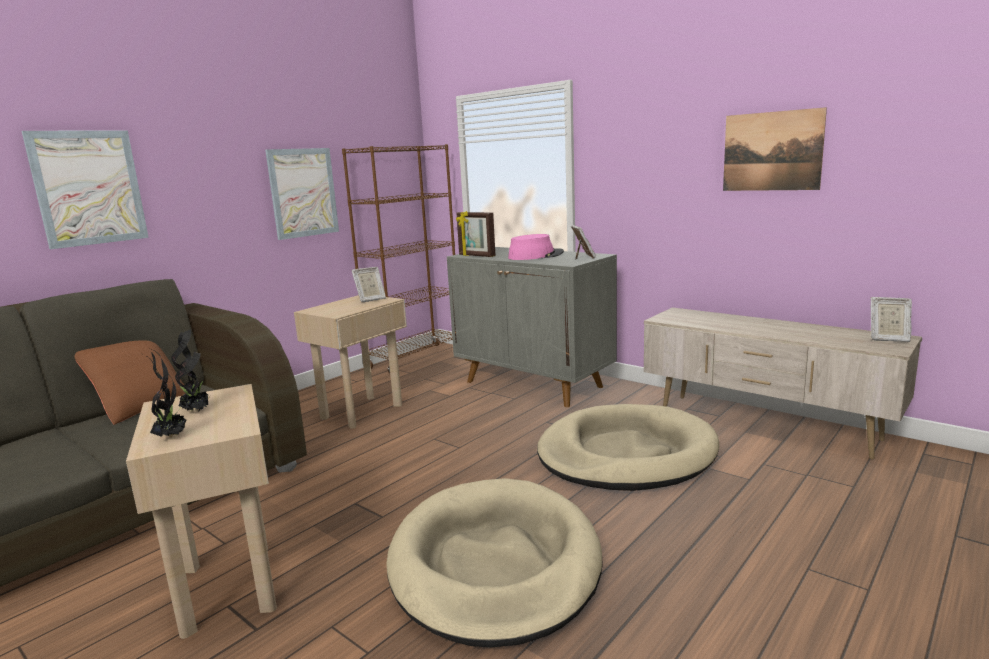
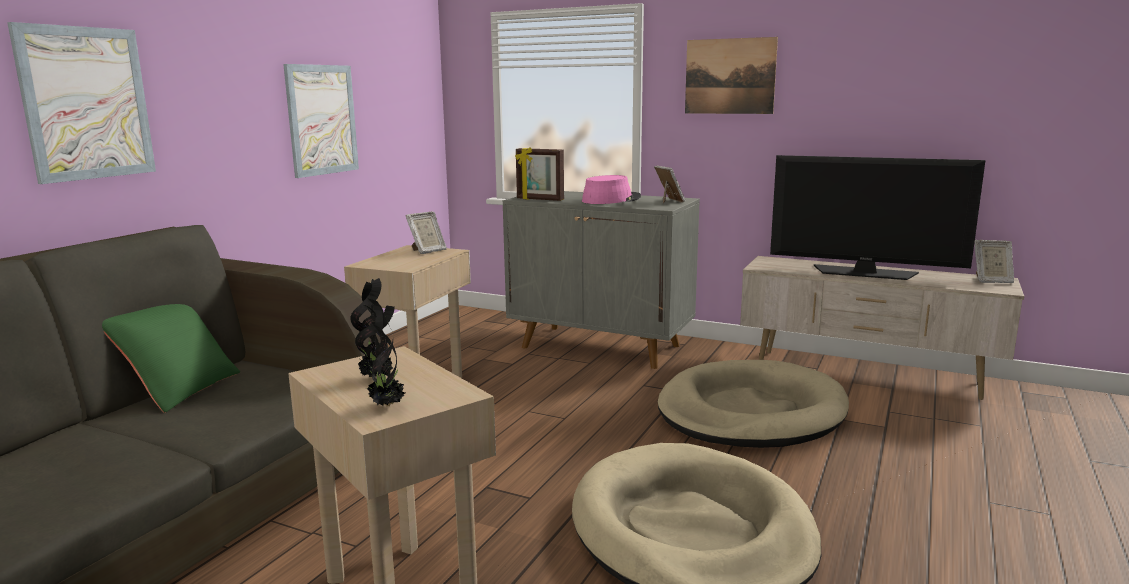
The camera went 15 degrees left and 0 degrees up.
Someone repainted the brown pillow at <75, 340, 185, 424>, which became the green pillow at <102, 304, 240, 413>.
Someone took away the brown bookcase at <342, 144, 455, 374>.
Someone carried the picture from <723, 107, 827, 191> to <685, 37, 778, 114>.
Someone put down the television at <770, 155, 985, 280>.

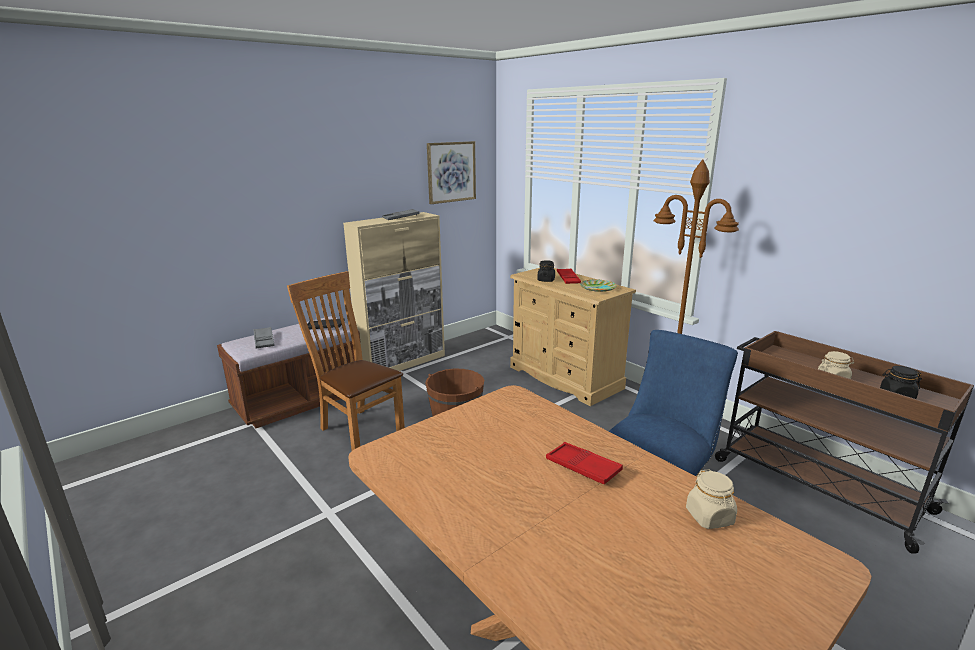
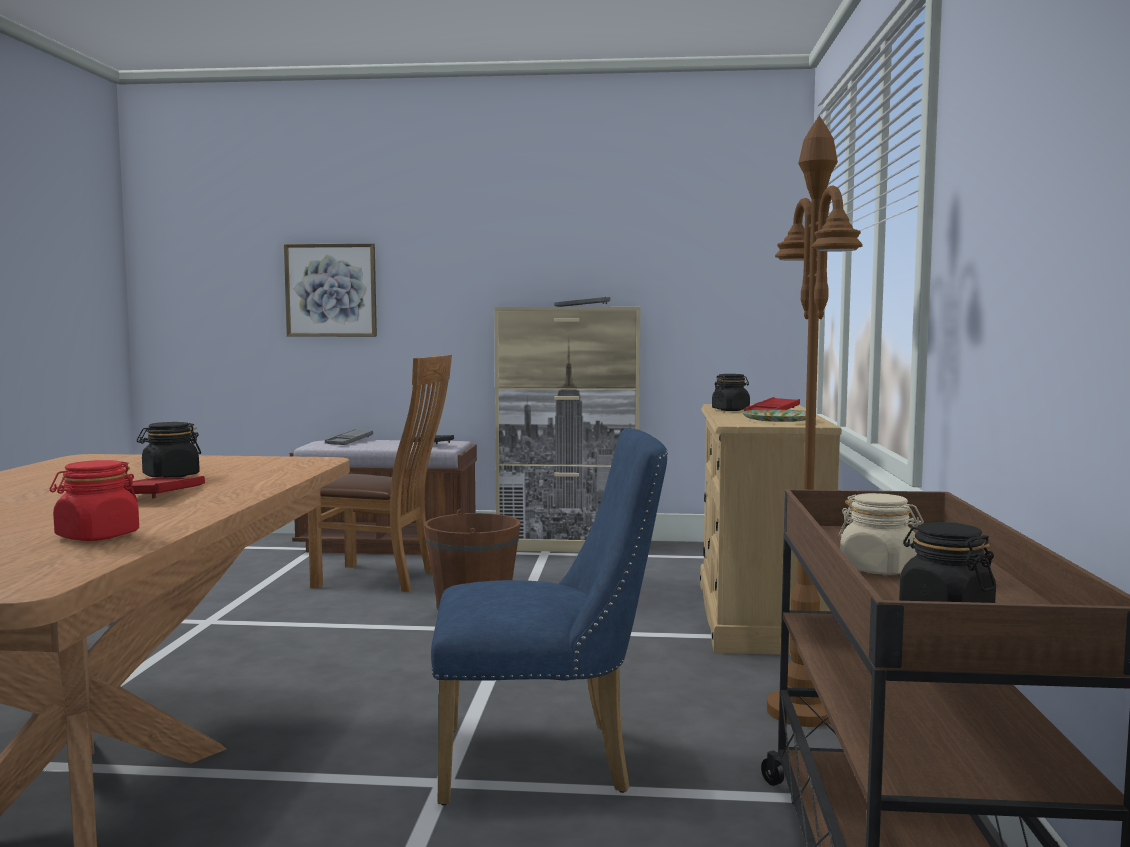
The camera went 45 degrees right and 15 degrees down.
Someone rotated the brown chair at <287, 271, 405, 450> by 105 degrees clockwise.
Someone carried the picture from <427, 141, 476, 204> to <284, 243, 377, 337>.
Someone repainted the beige jar at <686, 469, 737, 529>, which became the red jar at <50, 460, 139, 541>.
Someone put down the black jar at <137, 422, 201, 478>.

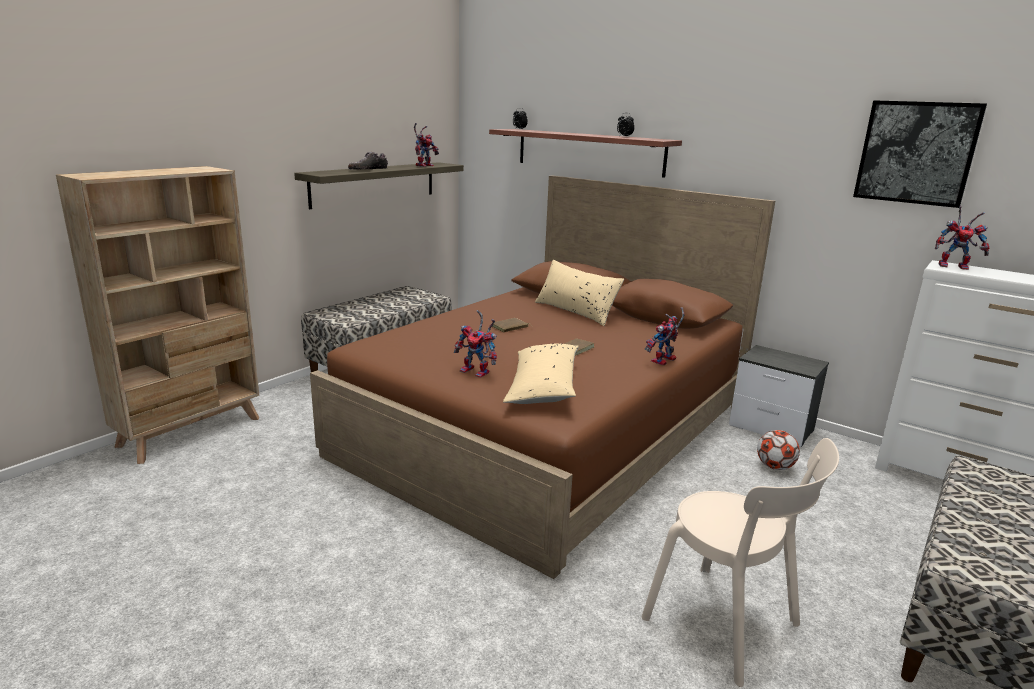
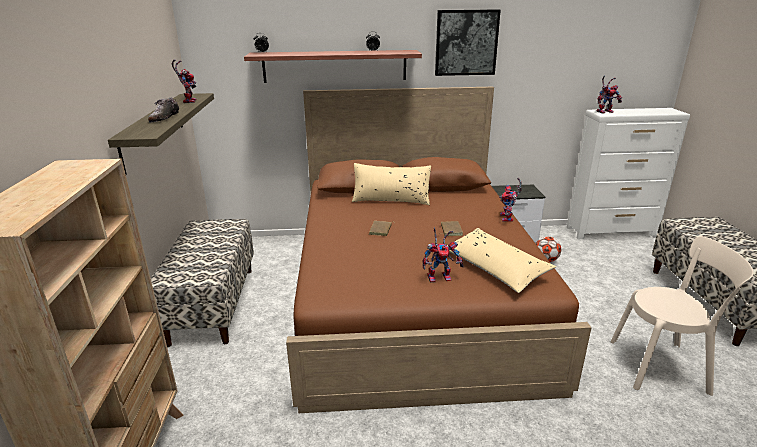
The camera went 40 degrees left and 5 degrees up.
Someone carried the picture from <853, 100, 987, 208> to <435, 9, 501, 76>.

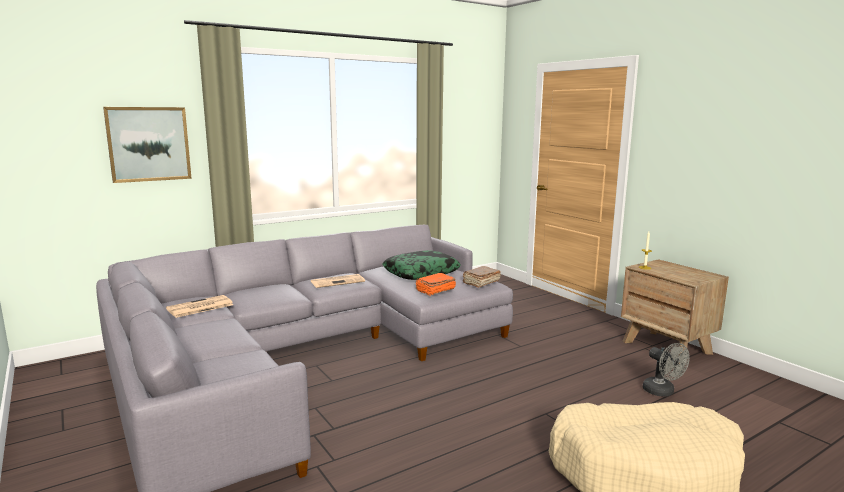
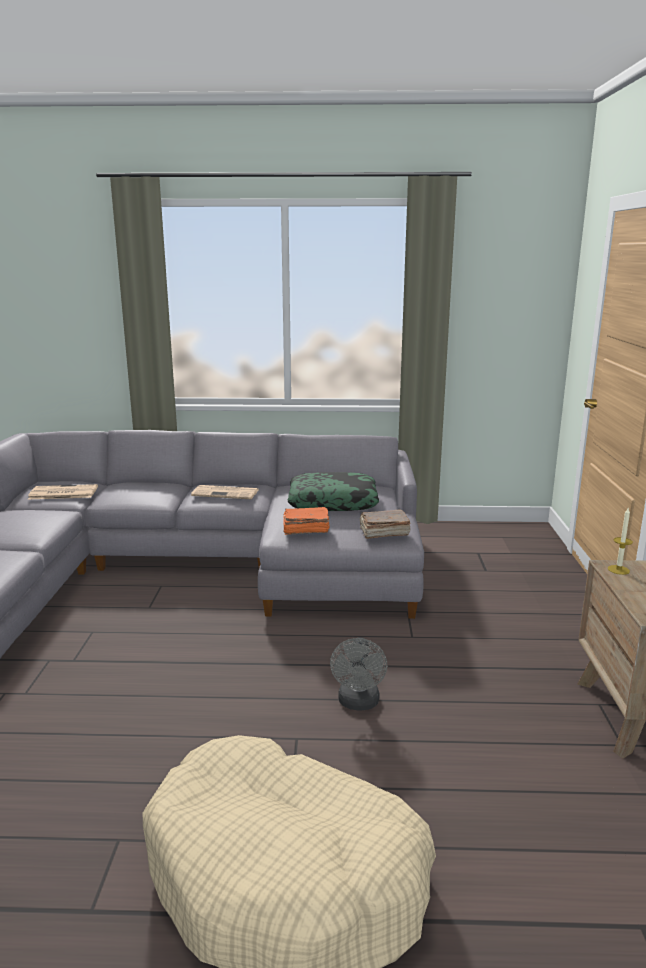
The camera went 35 degrees right and 5 degrees up.
Someone took away the picture at <103, 107, 192, 183>.
Someone carried the grey fan from <643, 343, 690, 397> to <330, 637, 387, 710>.

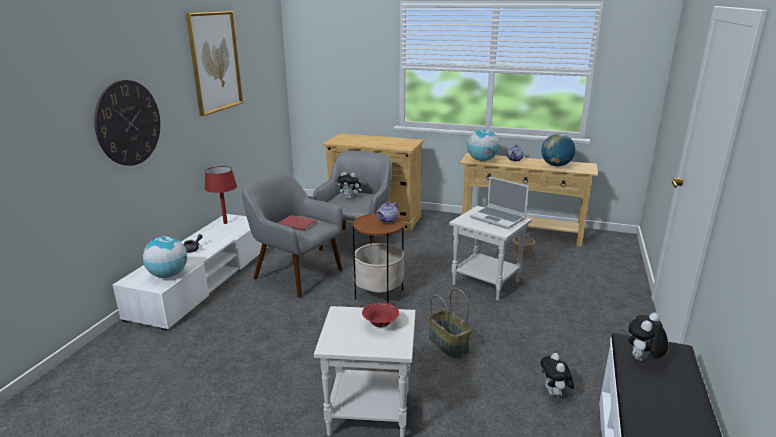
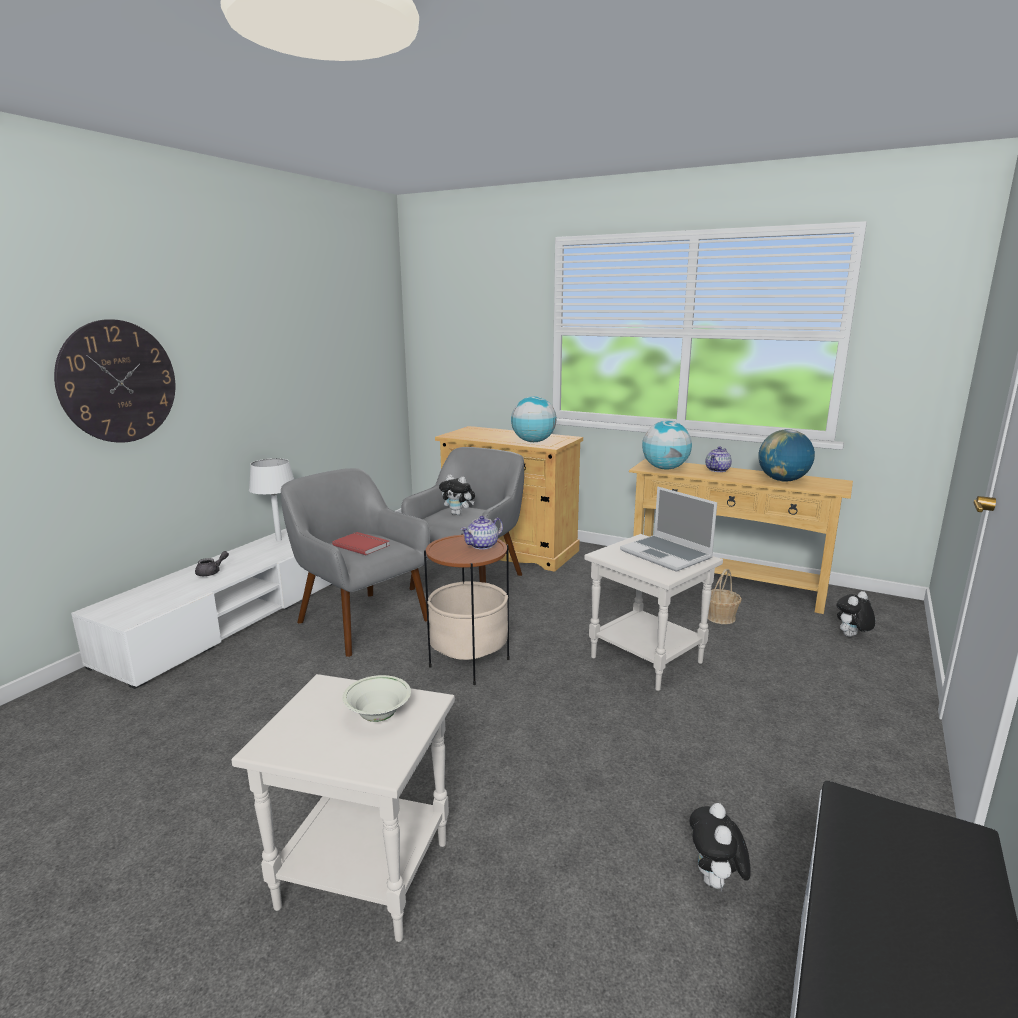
The camera went 10 degrees right and 5 degrees down.
Someone carried the globe from <143, 236, 187, 278> to <511, 396, 557, 442>.
Someone took away the picture at <186, 11, 243, 116>.
Someone repainted the red table lamp at <204, 166, 237, 224>, which became the white table lamp at <249, 458, 294, 541>.
Someone repainted the red bowl at <362, 302, 399, 327>, which became the white bowl at <342, 675, 411, 722>.
Someone took away the basket at <429, 288, 471, 358>.
Someone carried the plush toy from <628, 313, 668, 361> to <836, 591, 876, 637>.

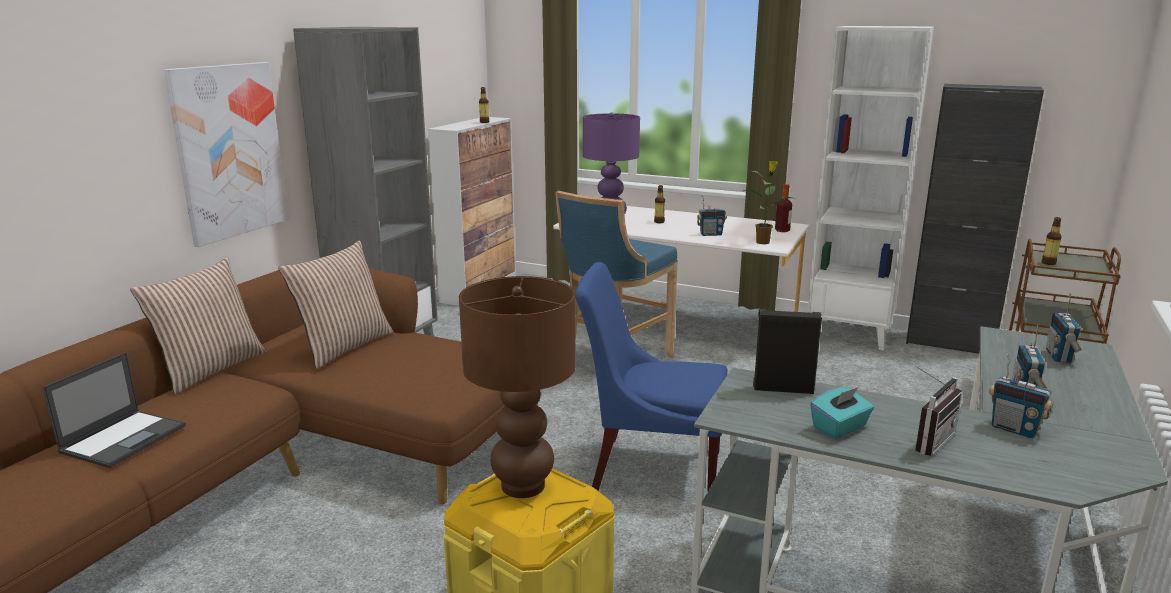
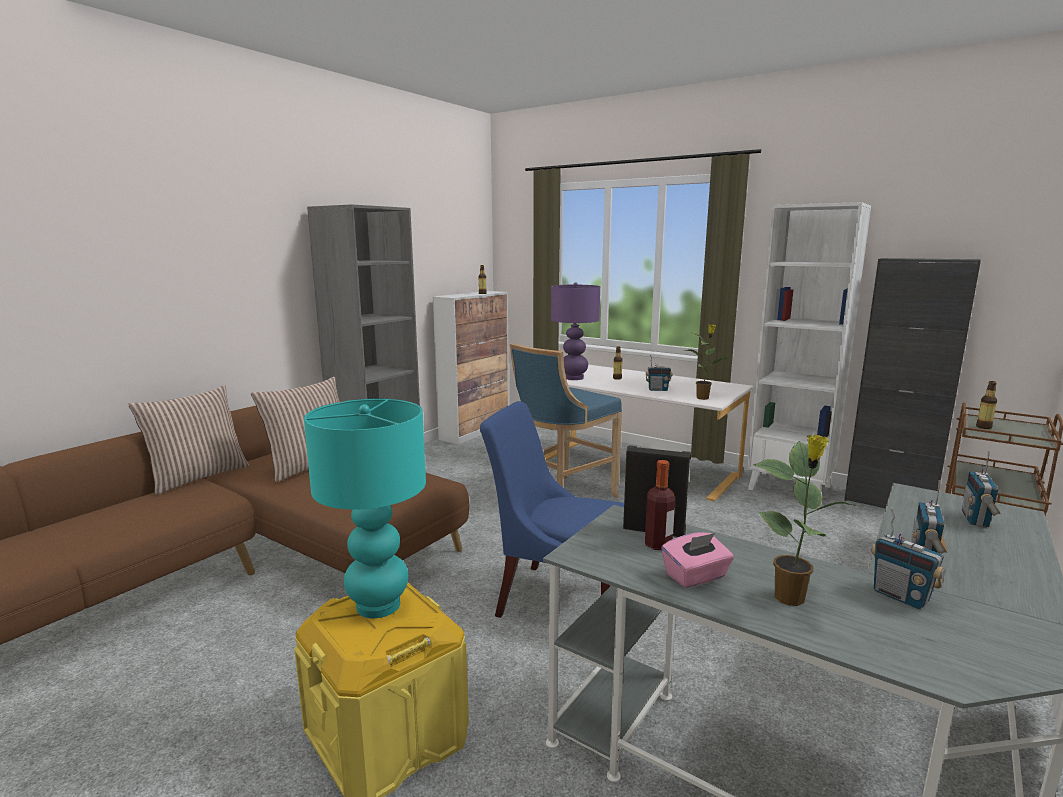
The camera went 10 degrees right and 5 degrees down.
Someone took away the laptop at <43, 352, 186, 468>.
Someone took away the picture at <164, 62, 289, 247>.
Someone repainted the brown table lamp at <459, 276, 576, 498>, which became the turquoise table lamp at <304, 399, 426, 618>.
Someone carried the bottle from <775, 184, 792, 232> to <645, 460, 675, 550>.
Someone repainted the turquoise tissue box at <810, 387, 874, 439>, which became the pink tissue box at <661, 532, 734, 588>.
Someone swapped the radio at <915, 367, 962, 456> for the potted plant at <753, 434, 858, 606>.

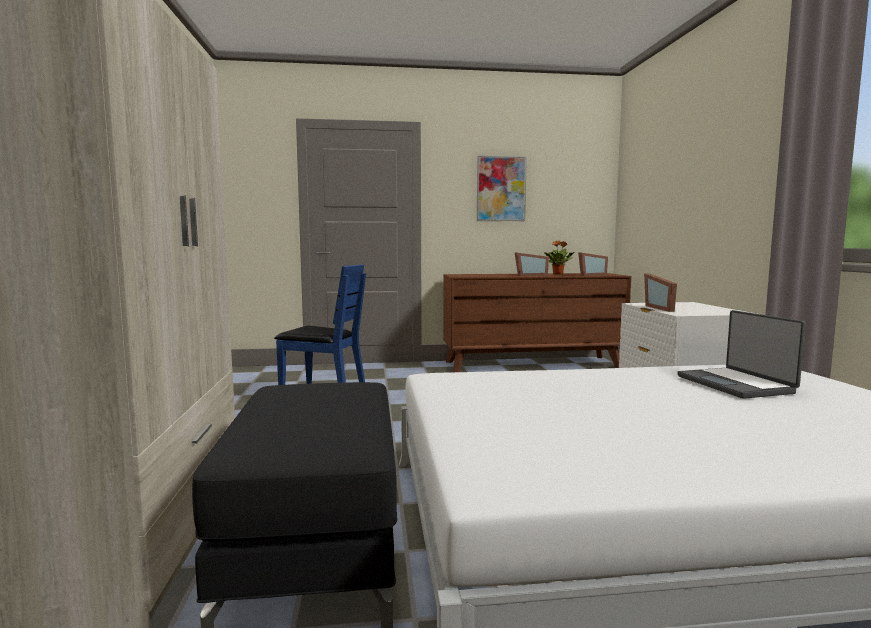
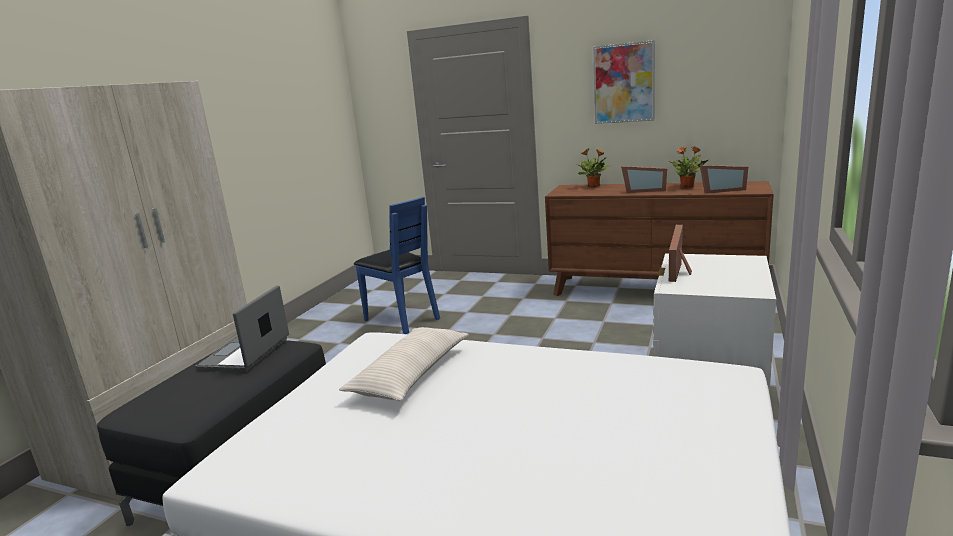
The camera went 30 degrees right and 10 degrees up.
Someone carried the laptop from <677, 310, 806, 399> to <195, 285, 289, 372>.
Someone put down the beige pillow at <339, 327, 469, 401>.
Someone put down the potted plant at <577, 148, 610, 187>.

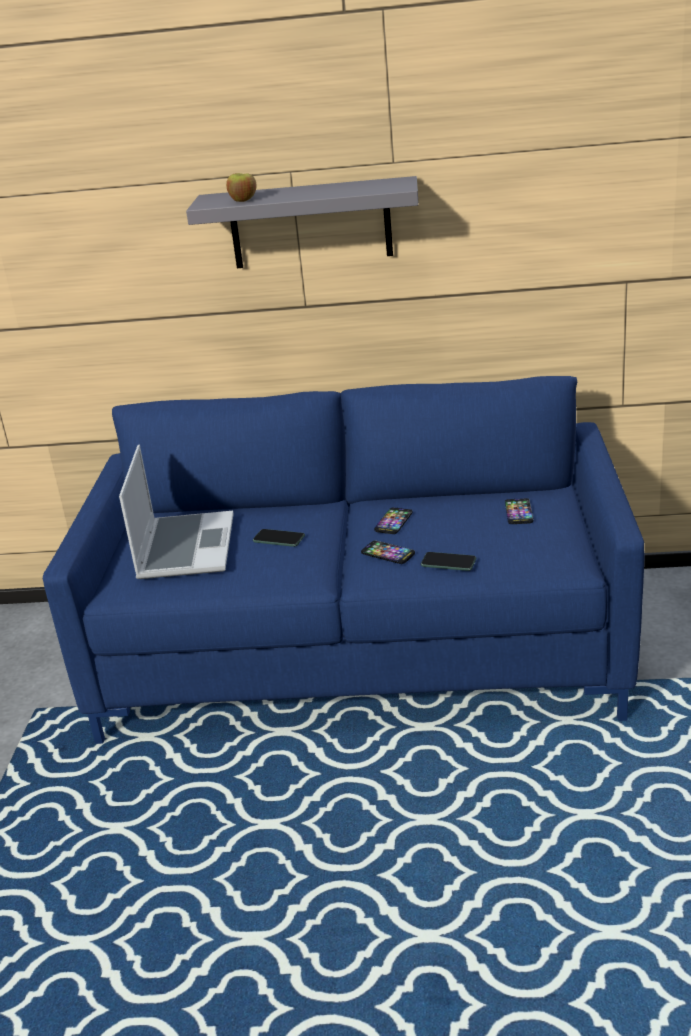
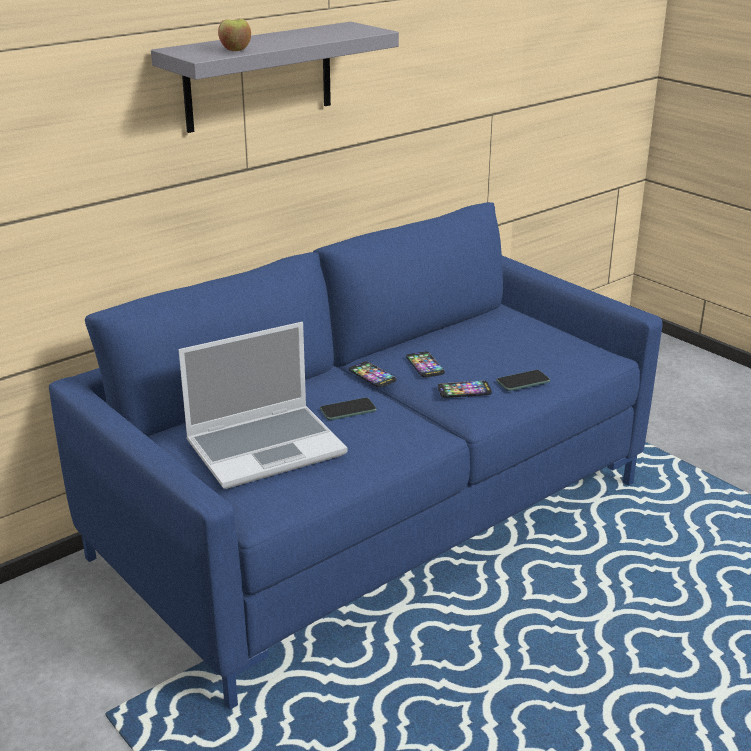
The camera went 45 degrees left and 0 degrees up.
Someone rotated the laptop at <119, 445, 234, 579> by 105 degrees clockwise.
Someone carried the phone from <505, 498, 533, 524> to <349, 361, 396, 388>.

